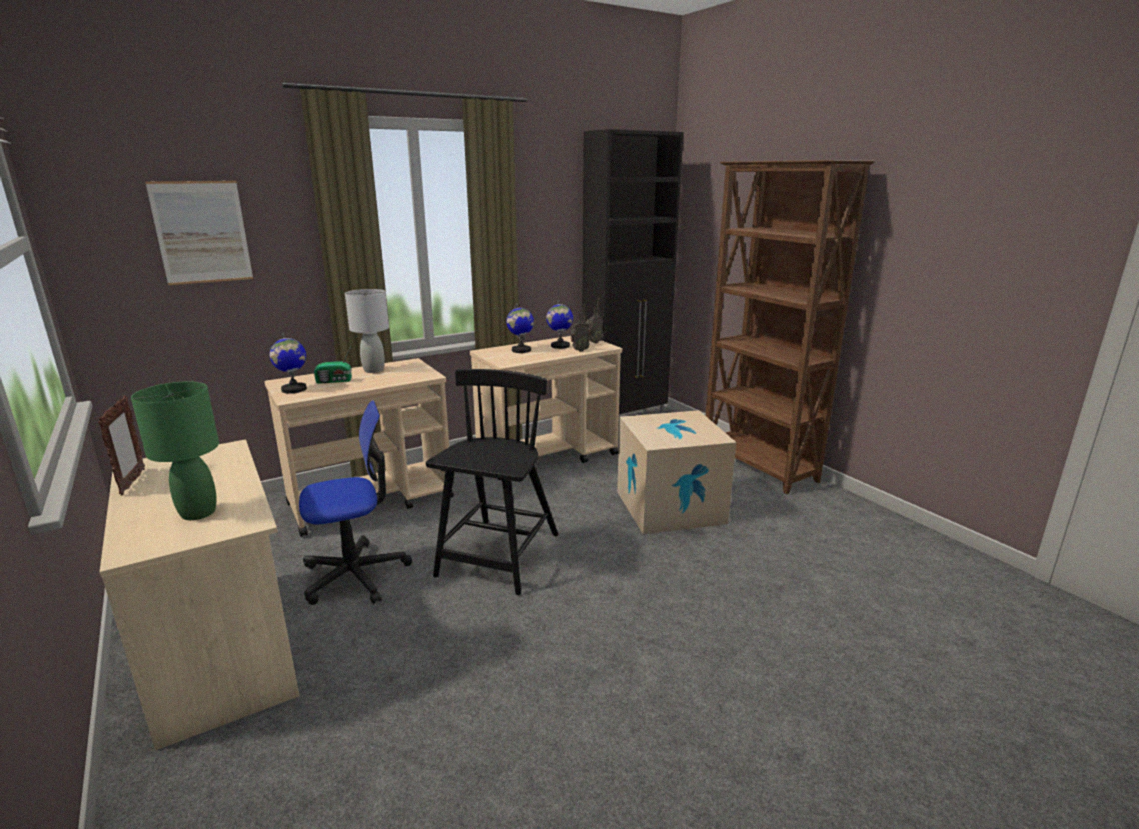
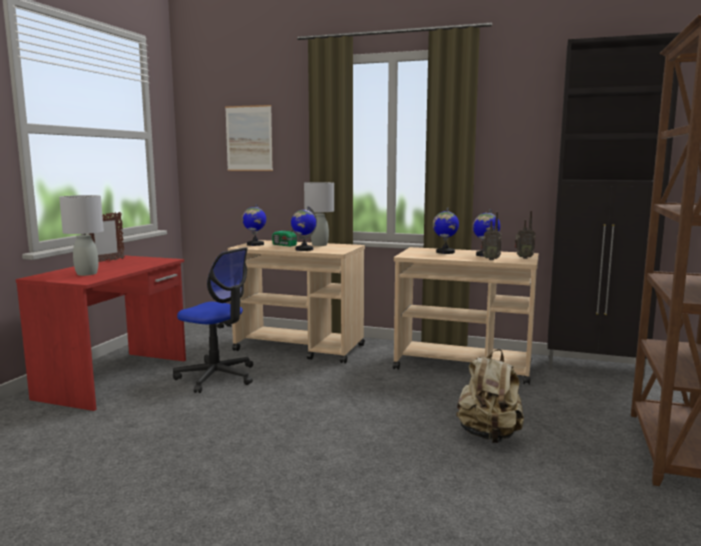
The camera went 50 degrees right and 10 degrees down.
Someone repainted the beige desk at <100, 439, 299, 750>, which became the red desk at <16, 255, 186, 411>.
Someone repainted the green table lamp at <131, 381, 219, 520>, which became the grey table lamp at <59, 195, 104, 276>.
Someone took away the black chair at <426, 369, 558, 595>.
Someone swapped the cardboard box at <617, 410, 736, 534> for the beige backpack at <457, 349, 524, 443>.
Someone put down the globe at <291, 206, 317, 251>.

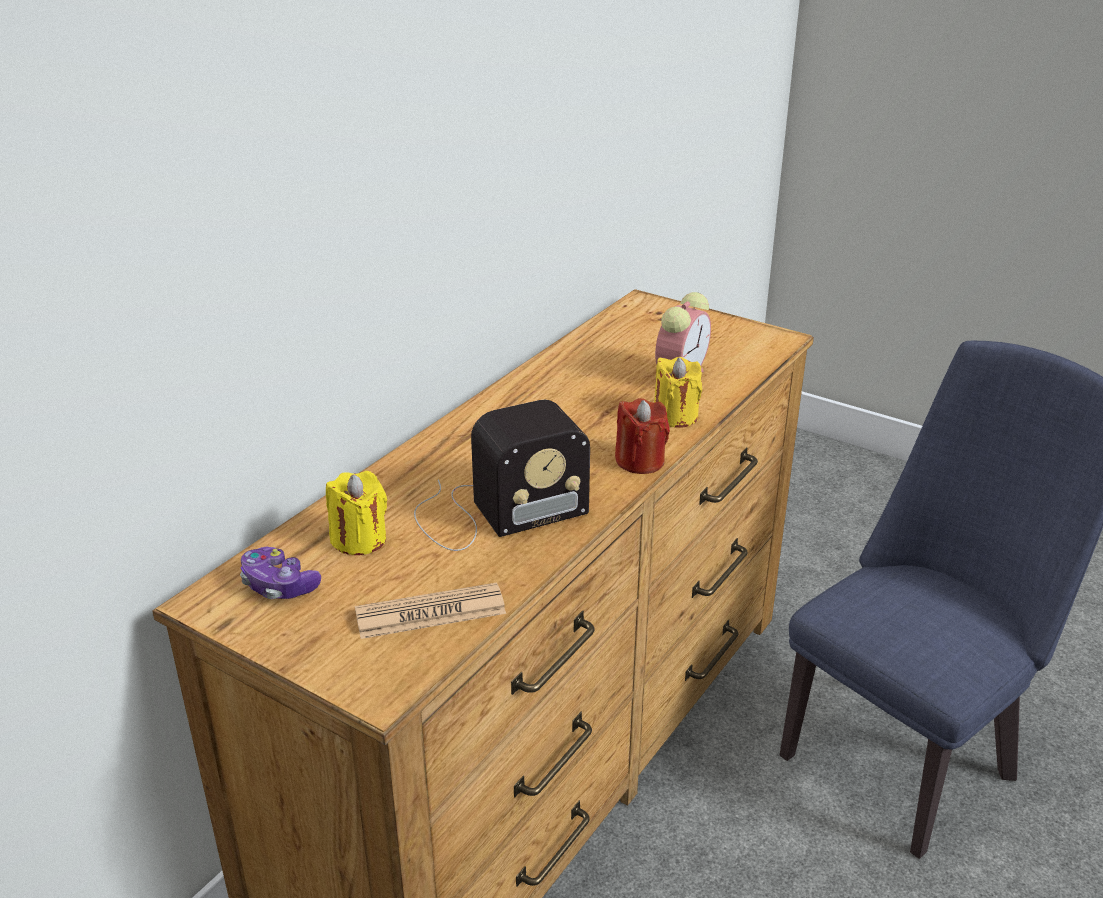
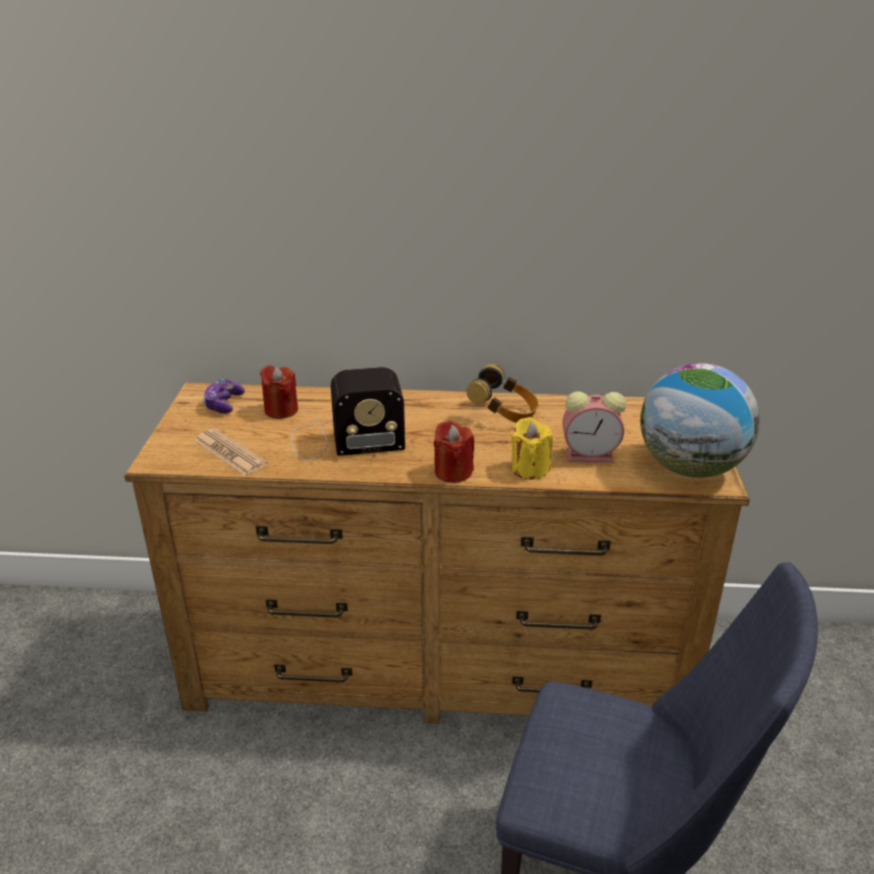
The camera went 60 degrees right and 0 degrees up.
Someone repainted the yellow candle at <326, 471, 387, 555>, which became the red candle at <260, 365, 298, 419>.
Someone rotated the radio at <414, 400, 590, 551> by 45 degrees counterclockwise.
Someone put down the headphones at <466, 364, 539, 423>.
Someone put down the globe at <640, 363, 760, 478>.

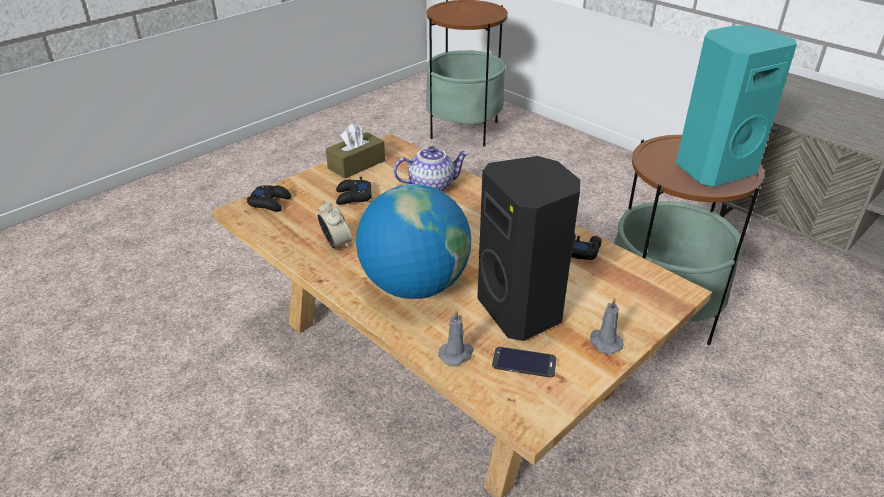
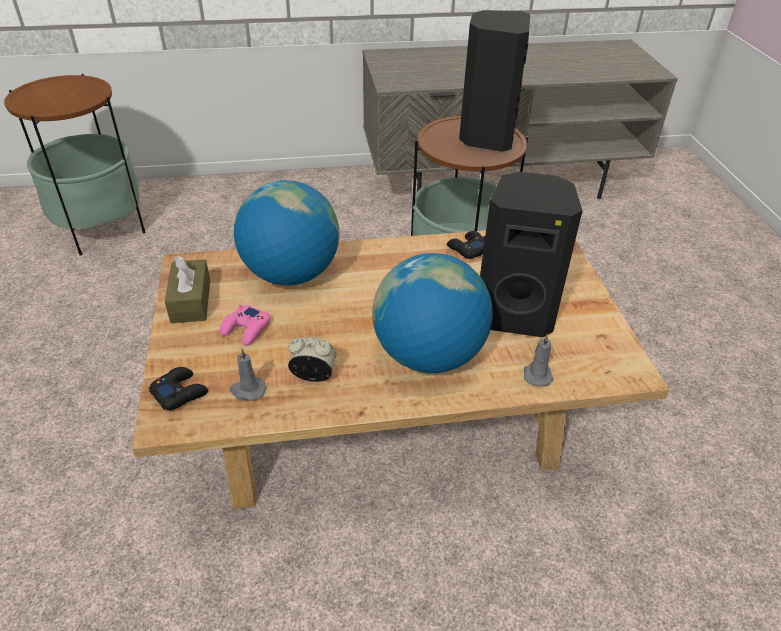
The camera went 55 degrees left and 5 degrees up.
Someone repainted the black game controller at <336, 177, 372, 205>, which became the pink game controller at <220, 304, 271, 346>.
Someone swapped the teapot at <394, 146, 469, 192> for the globe at <234, 180, 340, 286>.
Someone took away the phone at <492, 347, 557, 377>.
Someone carried the grey candle from <590, 297, 624, 354> to <230, 348, 267, 401>.
Someone repainted the turquoise speaker at <676, 25, 797, 186>, which became the black speaker at <459, 10, 530, 152>.

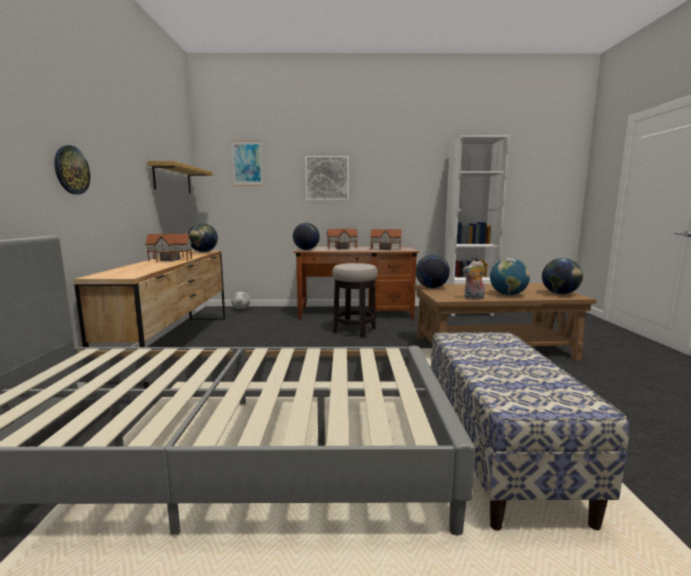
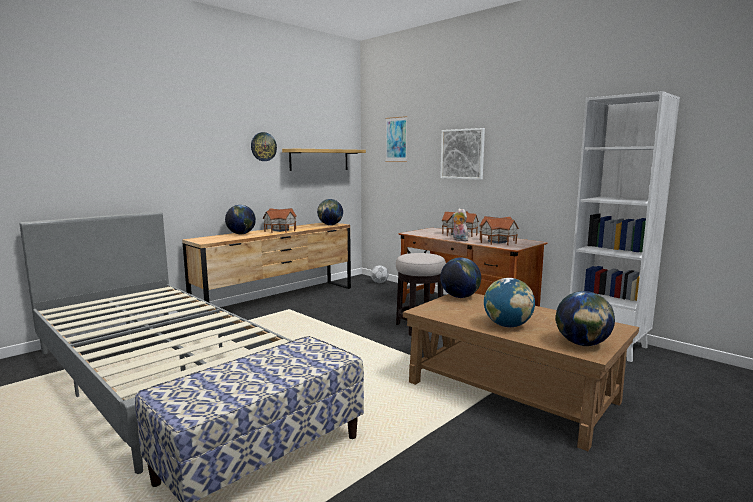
The camera went 45 degrees right and 0 degrees up.
Someone carried the wall clock from <54, 145, 90, 195> to <251, 132, 277, 161>.
Someone carried the globe from <293, 223, 320, 250> to <225, 205, 256, 234>.
Someone carried the plush toy from <463, 261, 485, 300> to <452, 209, 468, 241>.

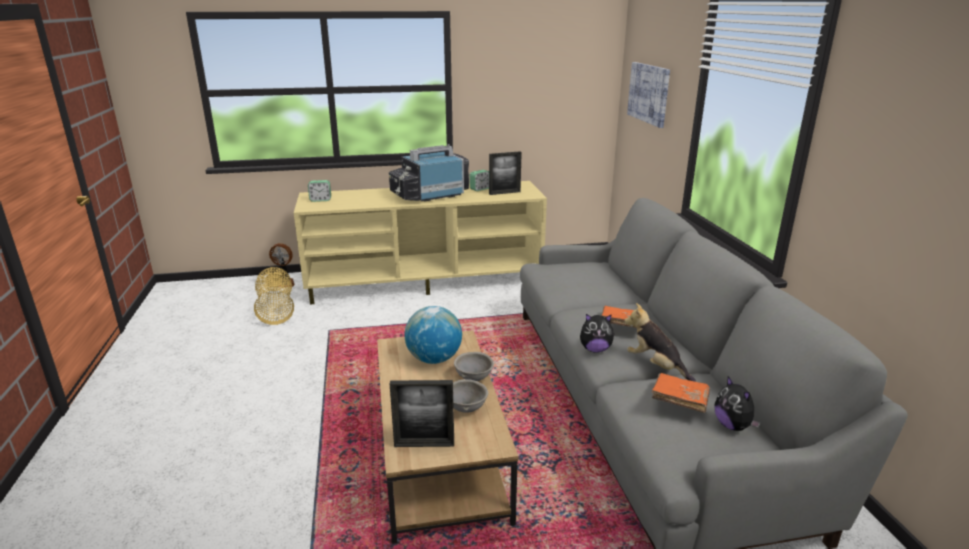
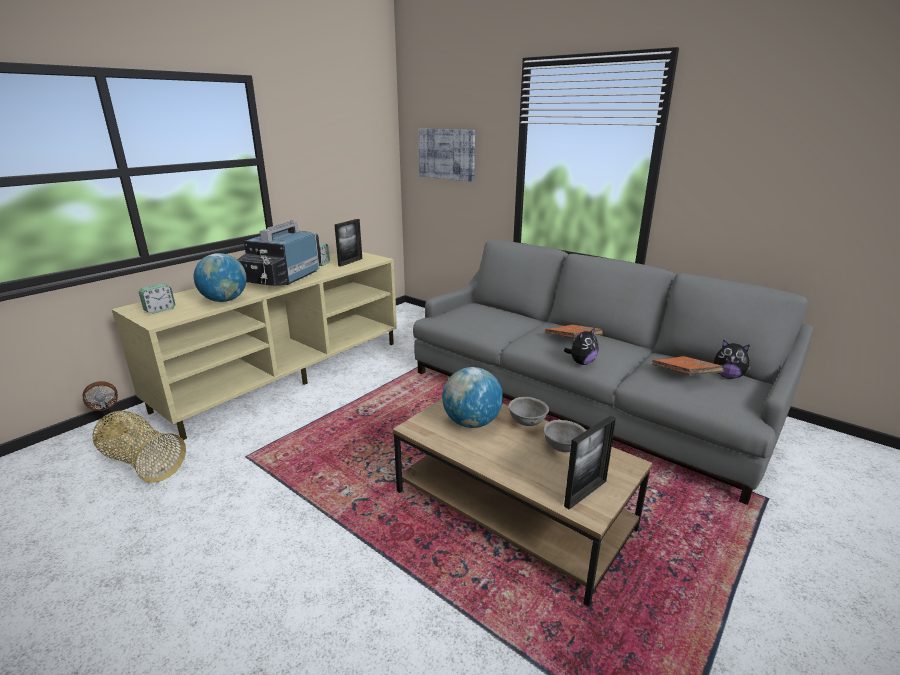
The camera went 40 degrees left and 0 degrees up.
Someone took away the plush toy at <624, 303, 696, 382>.
Someone put down the globe at <194, 253, 247, 302>.

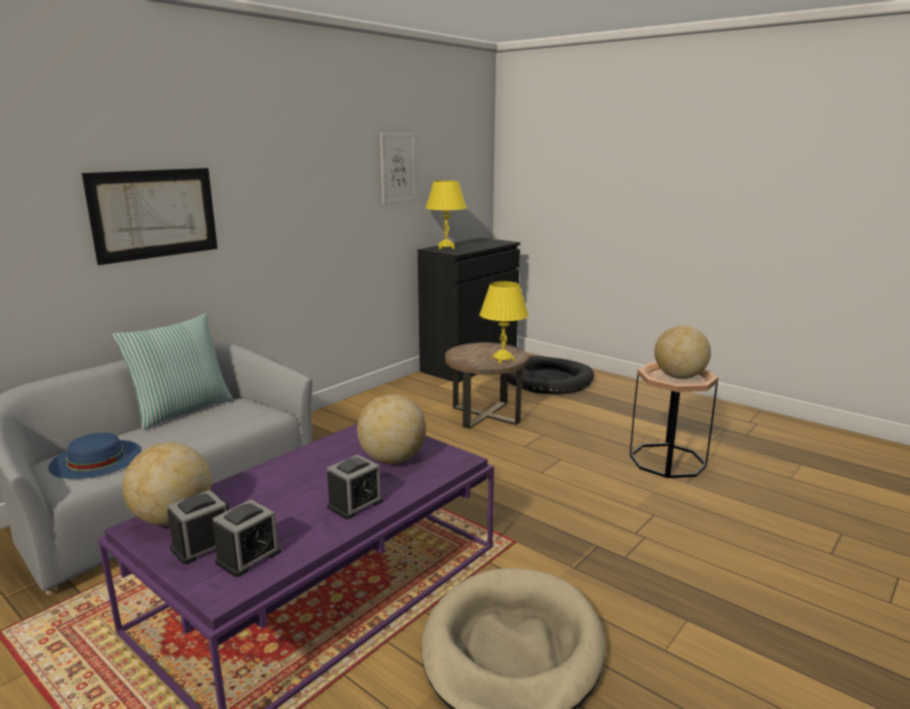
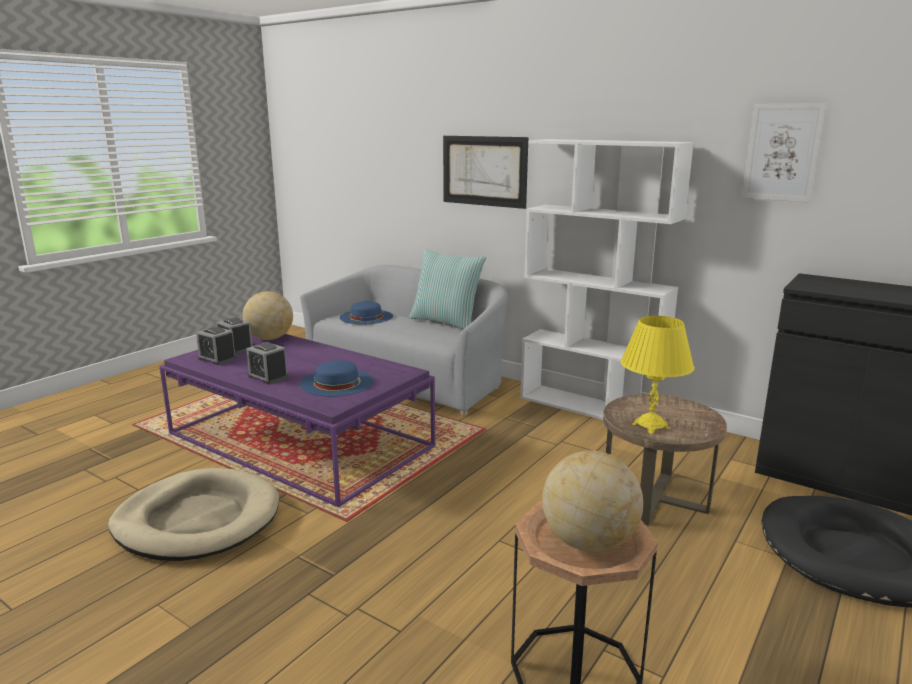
The camera went 85 degrees right and 0 degrees up.
Someone swapped the globe at <357, 394, 426, 464> for the blue hat at <300, 360, 374, 397>.
Someone took away the yellow table lamp at <426, 180, 467, 249>.
Someone put down the white bookcase at <520, 139, 694, 420>.

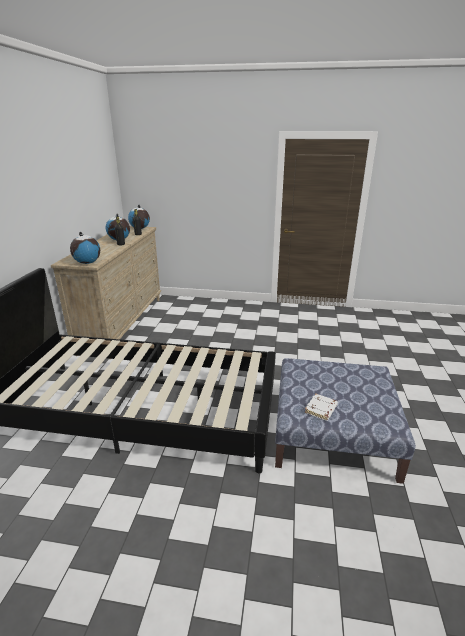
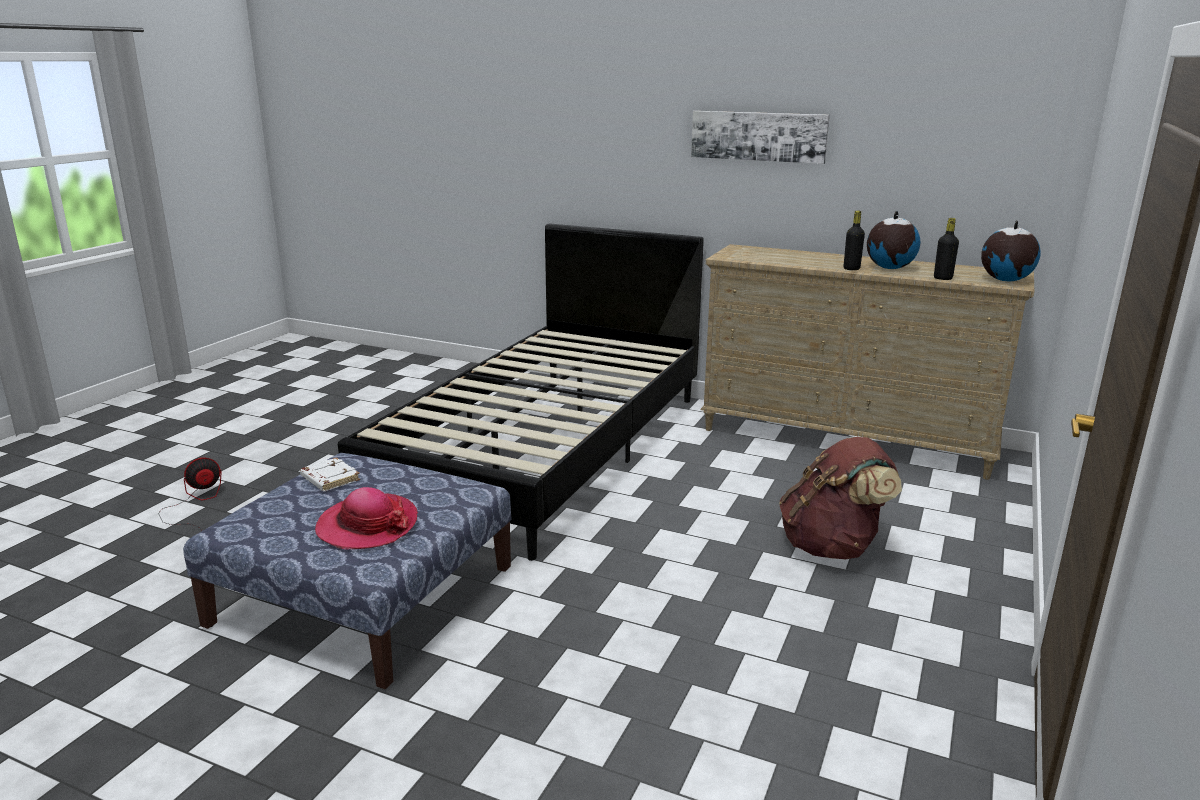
The camera went 105 degrees right and 5 degrees down.
Someone took away the globe at <70, 232, 100, 264>.
Someone put down the fan at <159, 458, 222, 531>.
Someone put down the hat at <315, 487, 418, 549>.
Someone put up the picture at <691, 111, 830, 164>.
Someone put down the brown backpack at <779, 437, 902, 560>.

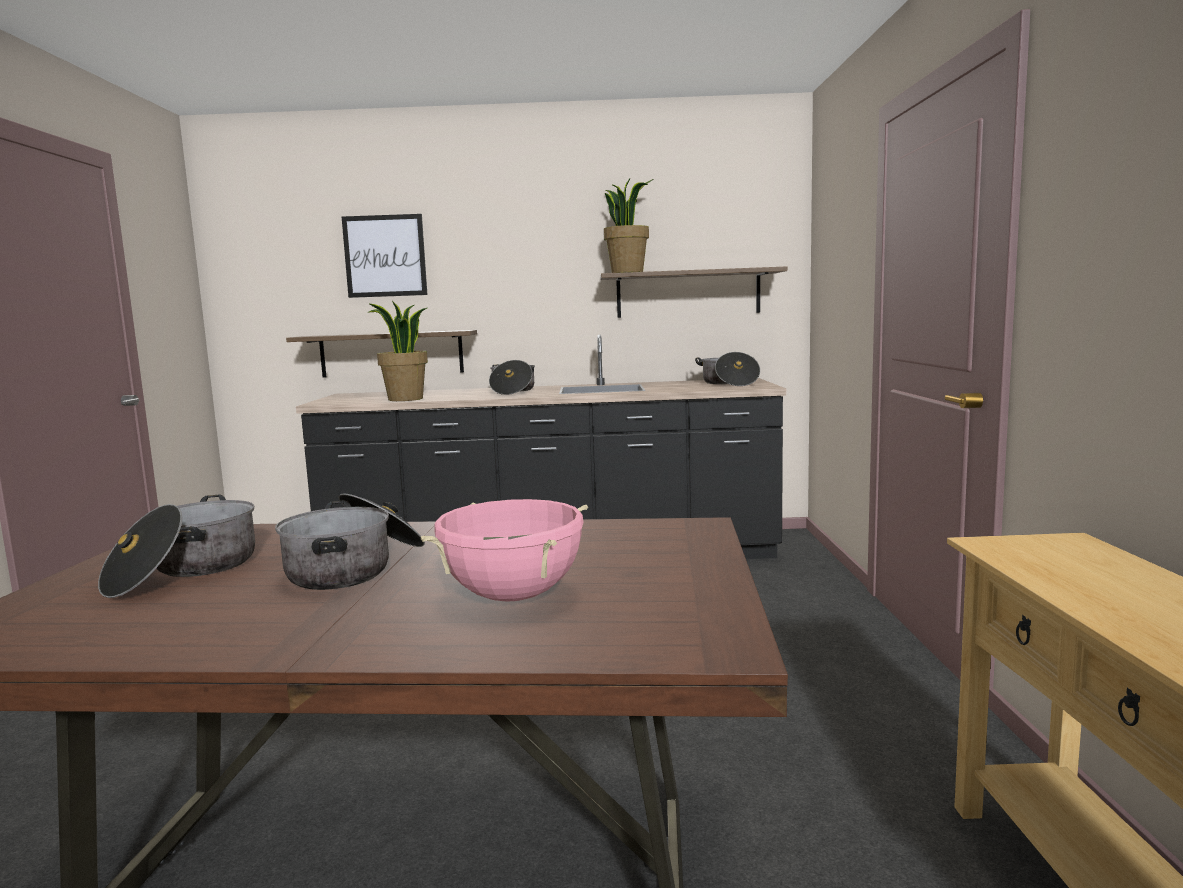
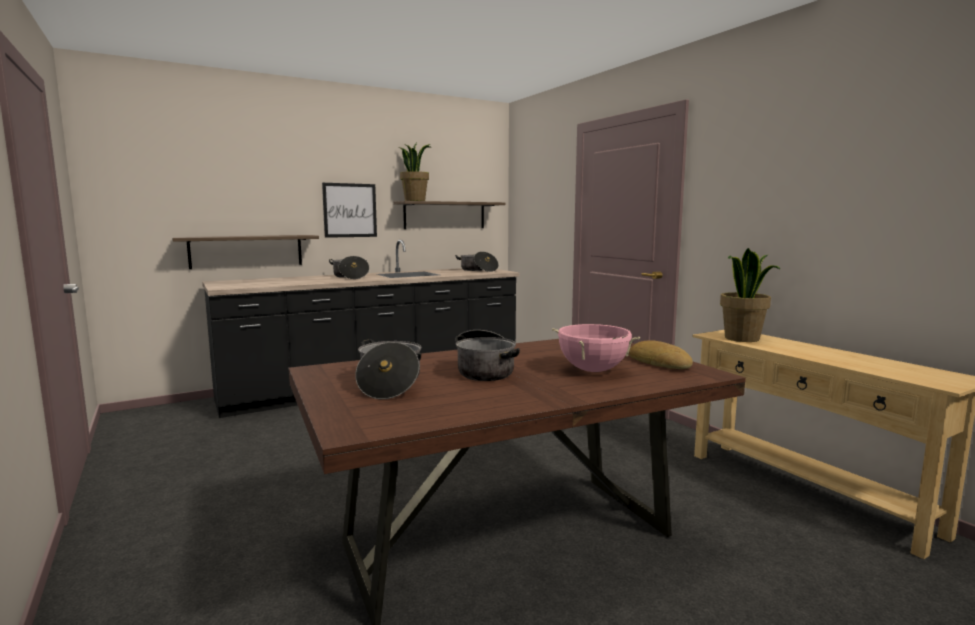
The camera went 30 degrees left and 0 degrees up.
Someone carried the picture from <342, 214, 427, 298> to <322, 183, 377, 238>.
Someone carried the potted plant from <368, 301, 428, 401> to <720, 248, 780, 342>.
Someone put down the bread at <629, 341, 693, 369>.

